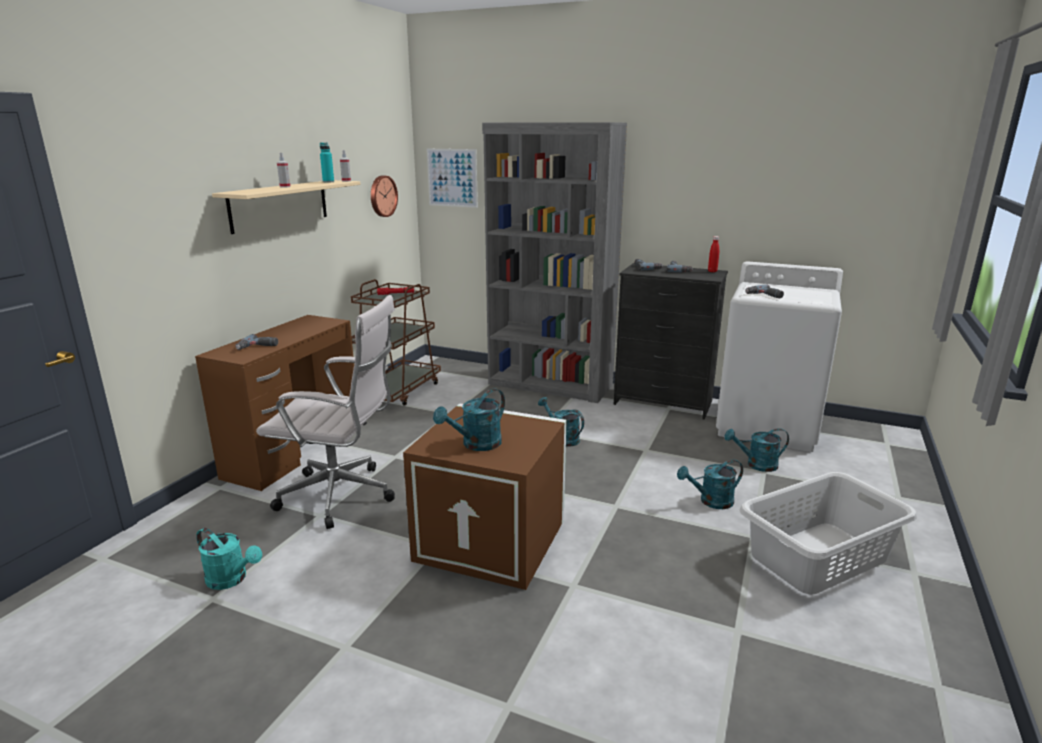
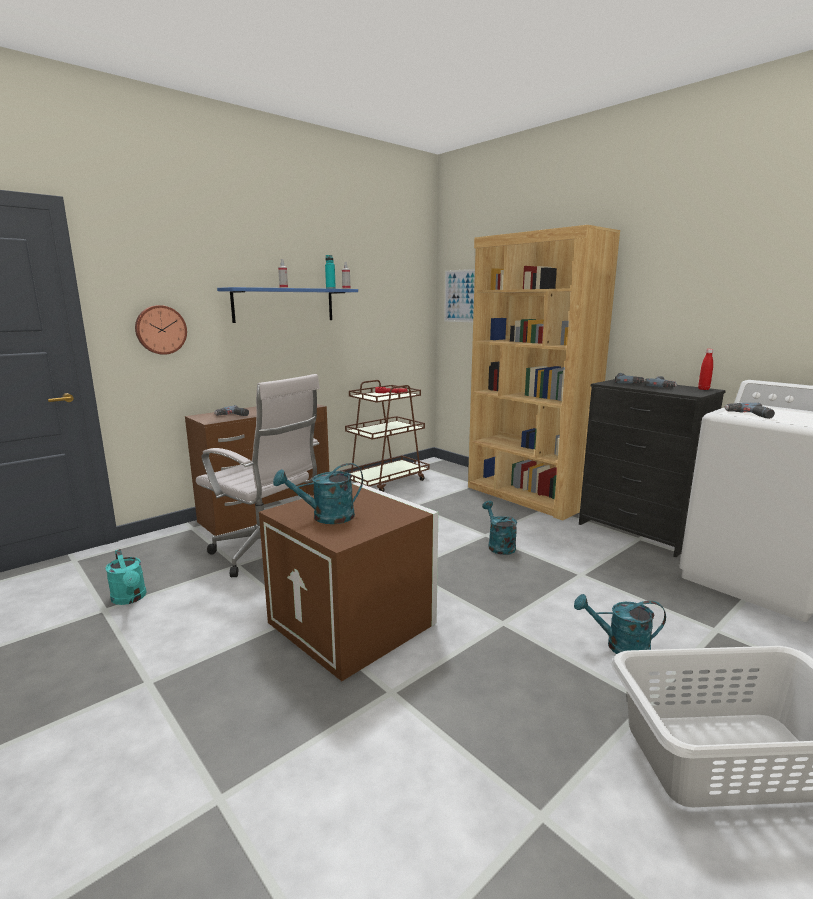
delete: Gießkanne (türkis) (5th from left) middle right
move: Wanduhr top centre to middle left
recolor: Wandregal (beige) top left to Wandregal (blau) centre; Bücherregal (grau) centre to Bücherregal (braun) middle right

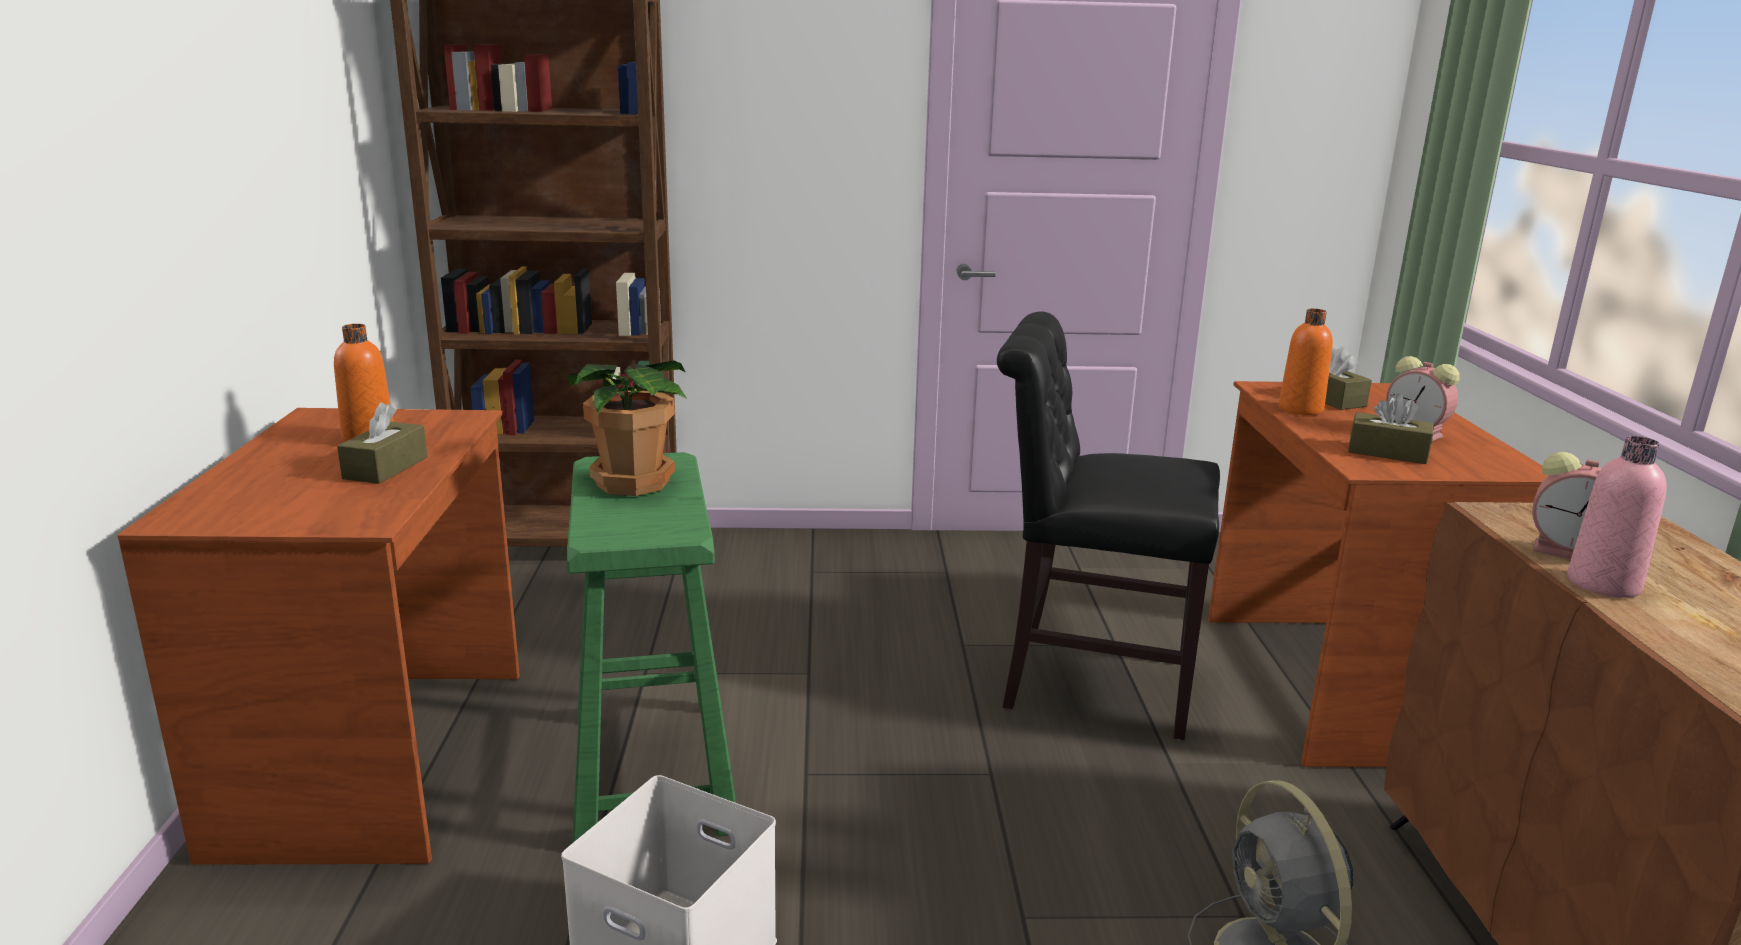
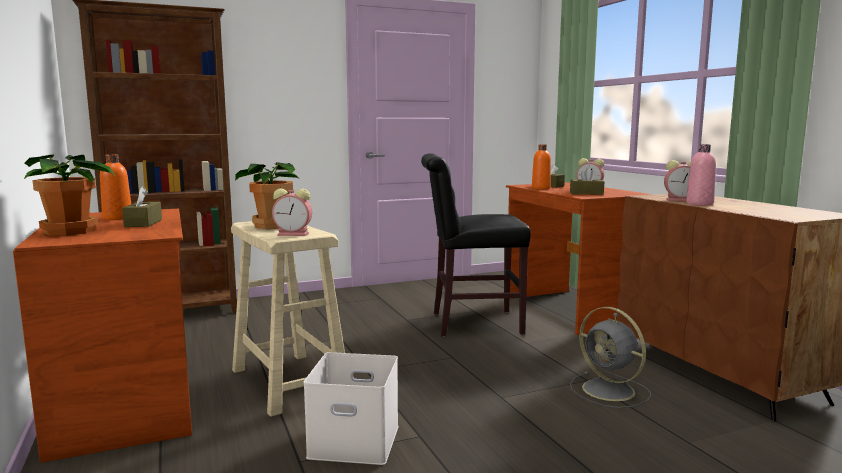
insert: Topfpflanze (1st from left) middle left; Wecker (1st from left) centre
recolor: Hocker (grün) bottom centre to Hocker (beige) bottom centre

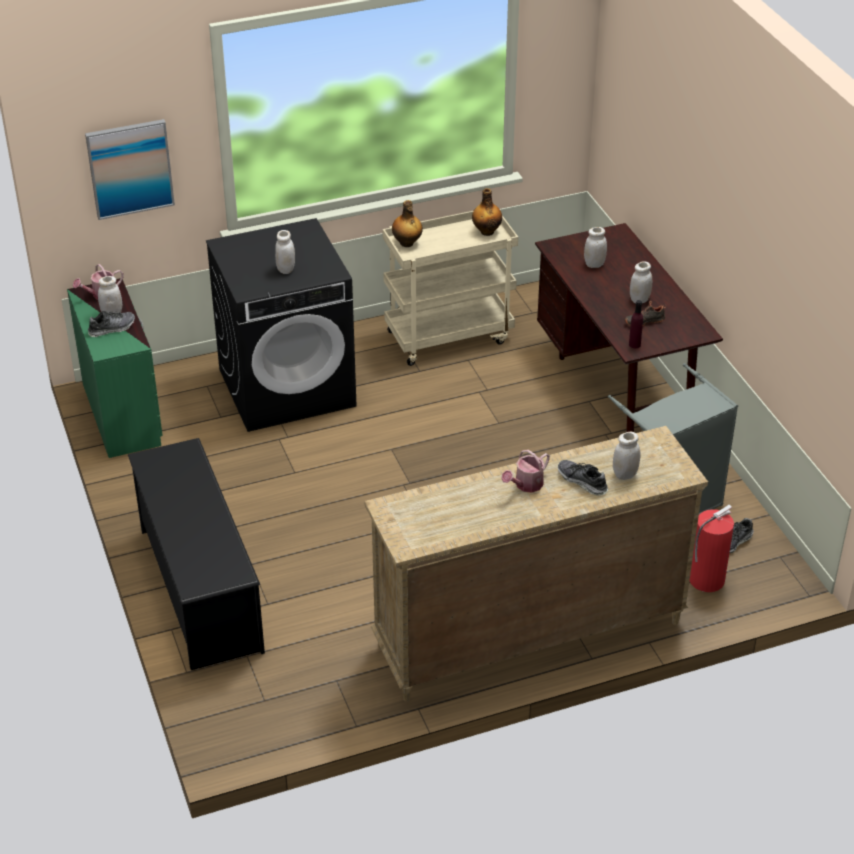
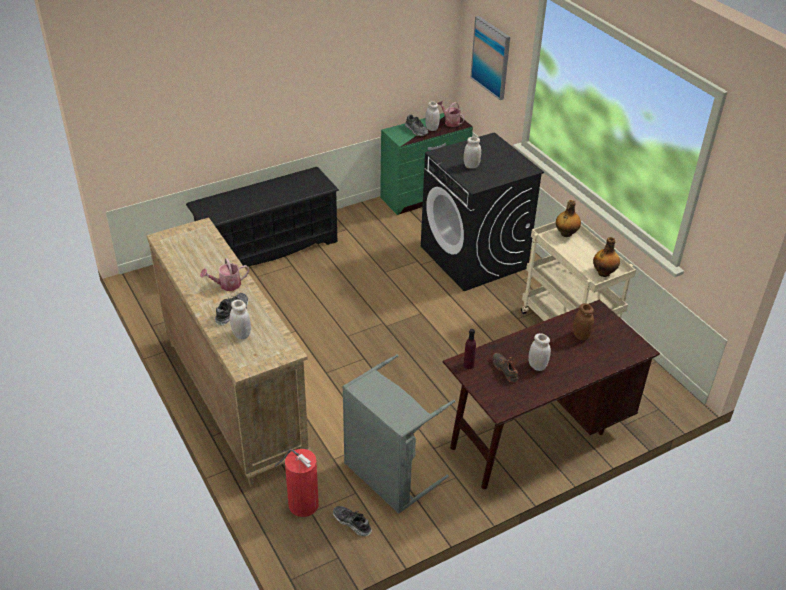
recolor: Vorratsglas (weiß) (3rd from left) top right to Vorratsglas (braun) middle right
rotate: Gießkanne (2nd from left in the first image) centre = middle left 60 degrees counterclockwise

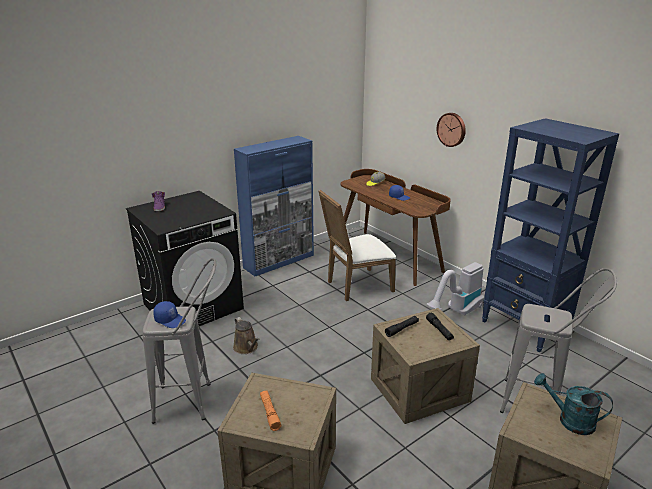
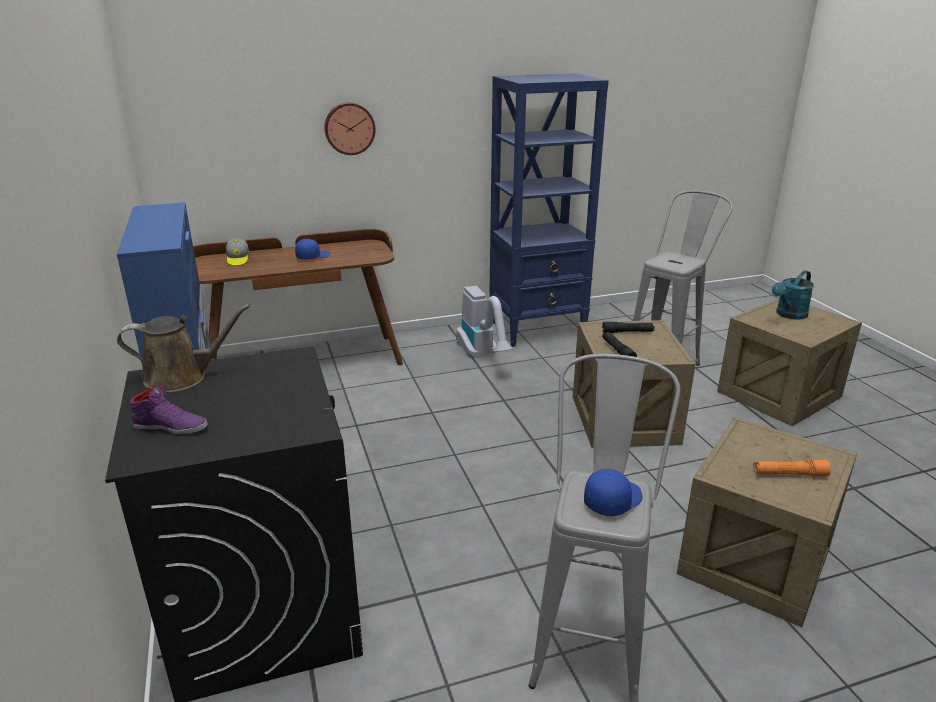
delete: Stuhl (weiß) centre
move: Gießkanne (braun) bottom centre to middle left

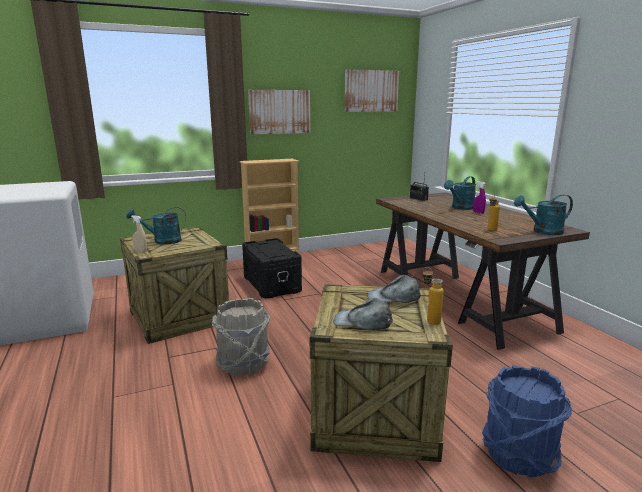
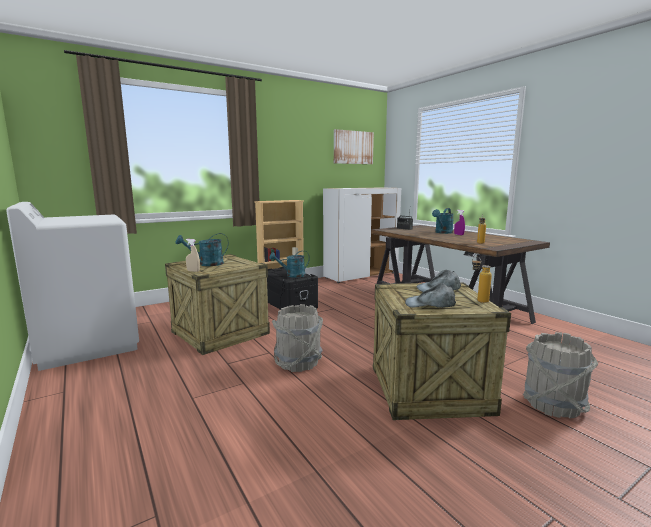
delete: Bild (1st from left) top centre
insert: Schrank (weiß) centre
move: Gießkanne (türkis) (3rd from left in the first image) middle right to Gießkanne (türkis) (2nd from left) centre
recolor: Eimer (blau) bottom right to Eimer (grau) (2nd from left) bottom right

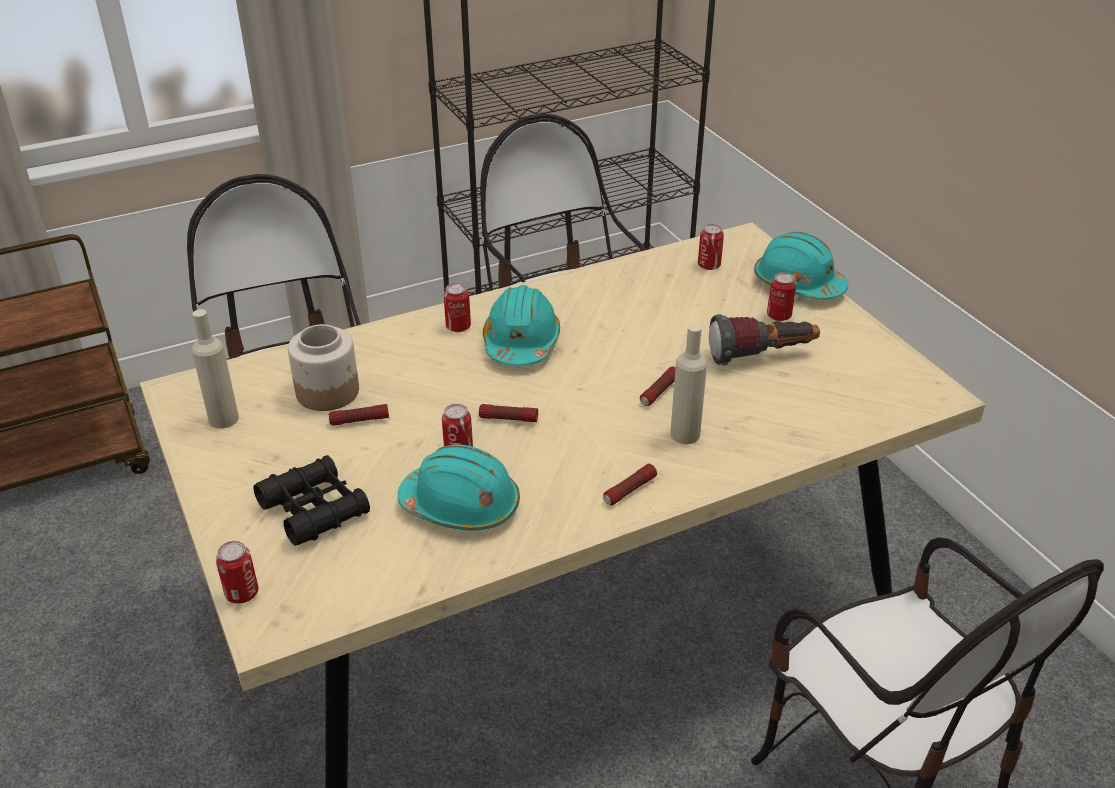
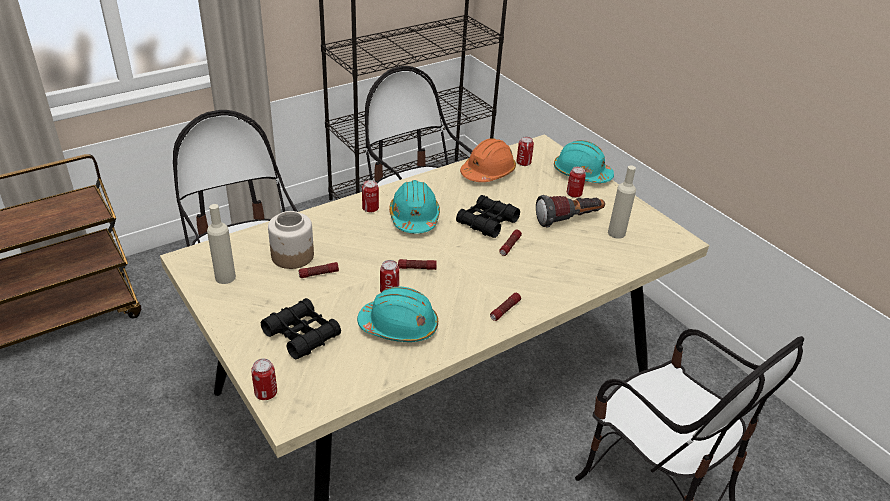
insert: Fernglas (schwarz) (2nd from left) centre; Schutzhelm (orange) top centre
move: Flasche (beige) (2nd from left) centre to middle right

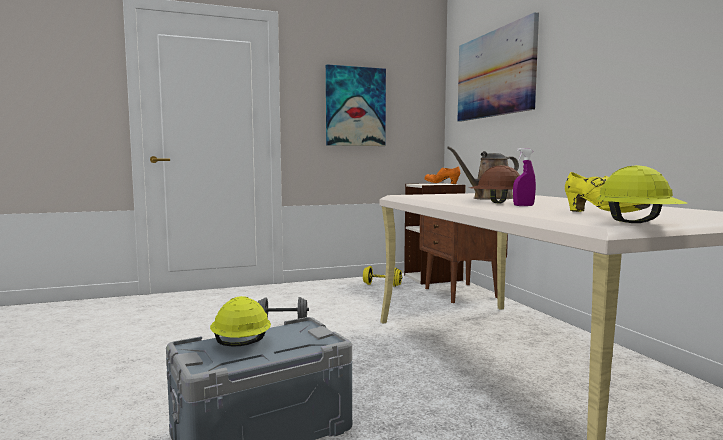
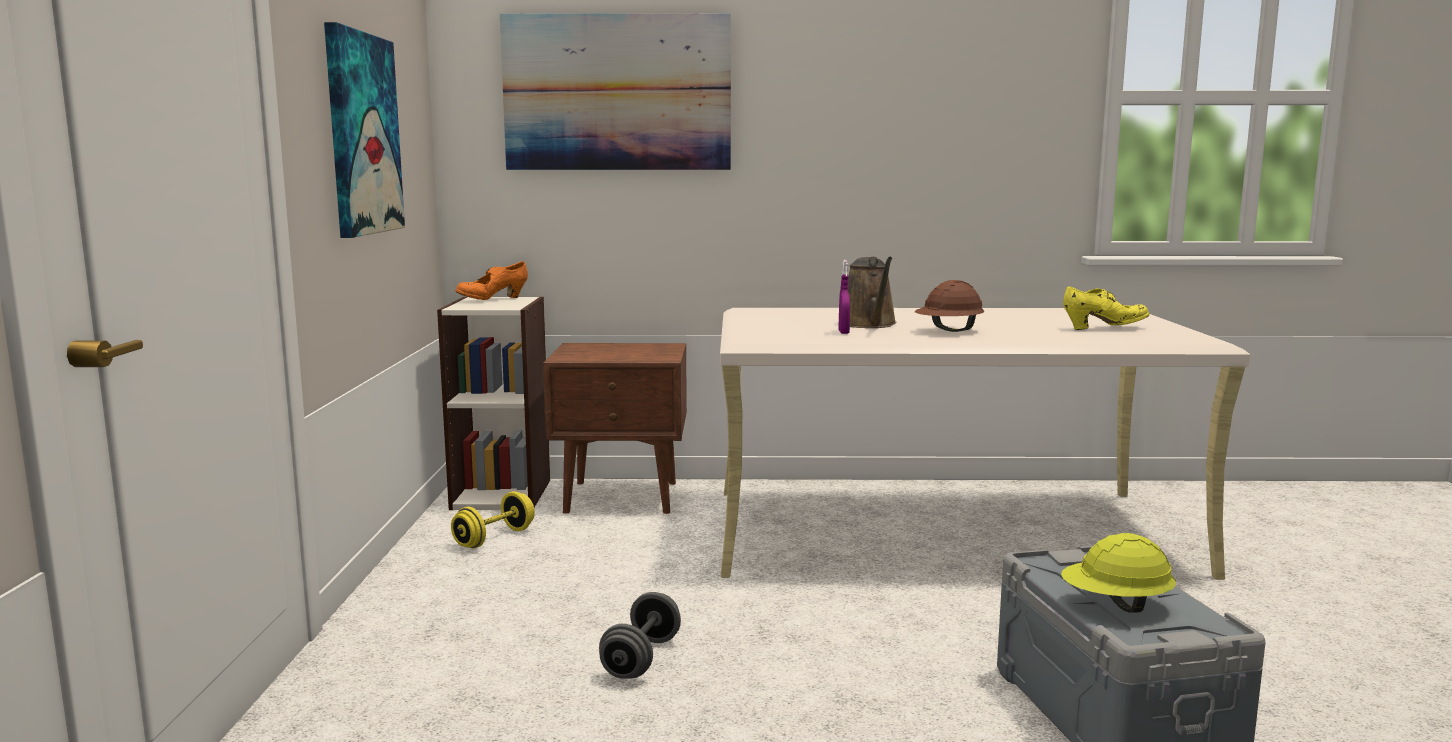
delete: Schutzhelm (gelb) (2nd from left) middle right
move: Sprühflasche (lila) middle right to centre

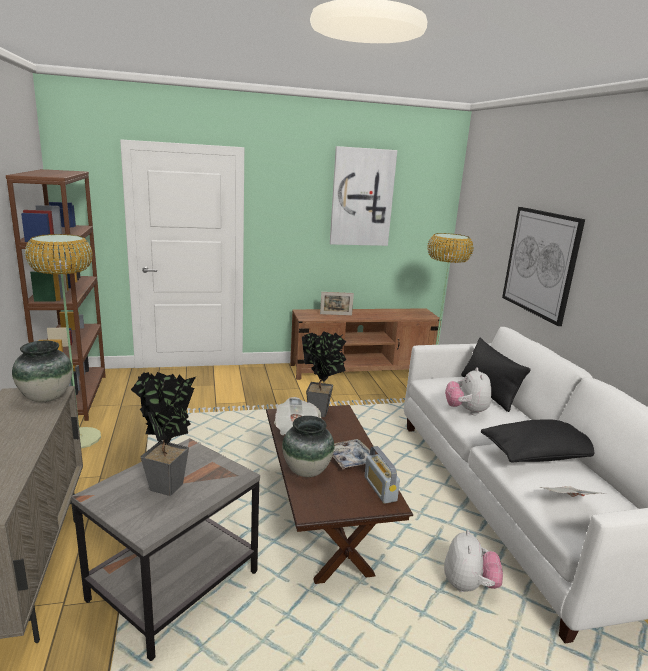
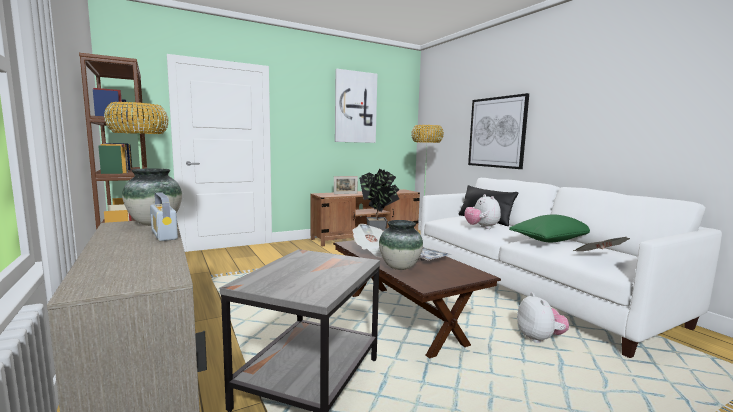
delete: Topfpflanze (1st from left) middle left
move: Radio bottom centre to middle left
recolor: Kissen (schwarz) (2nd from left) middle right to Kissen (grün) middle right

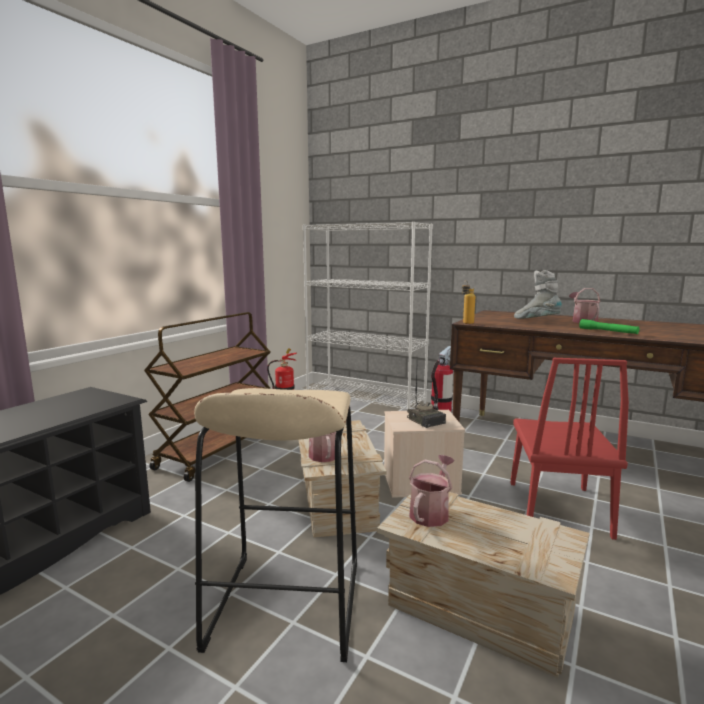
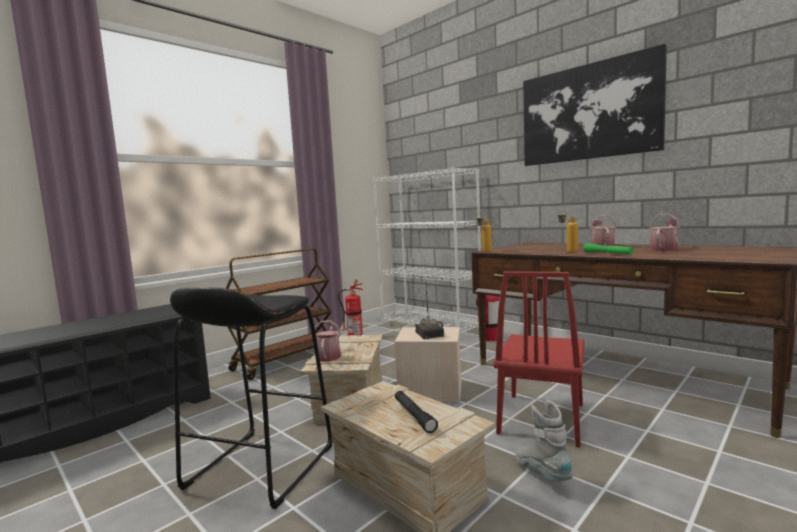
insert: Taschenlampe (schwarz) bottom centre; Bild top right; Flasche (2nd from left) middle right
move: Gießkanne (2nd from left in the first image) bottom centre to Gießkanne (3rd from left) middle right; Stiefel (grau) middle right to bottom right
recolor: Hocker (beige) bottom centre to Hocker (schwarz) bottom left

